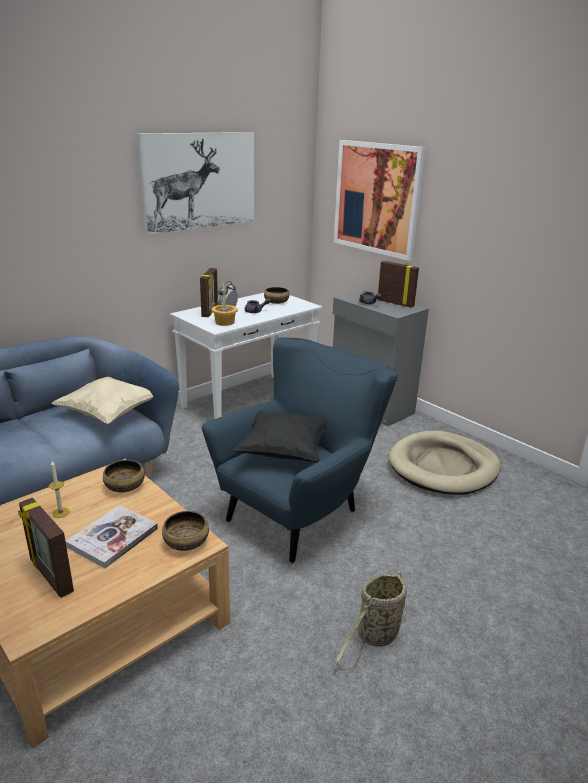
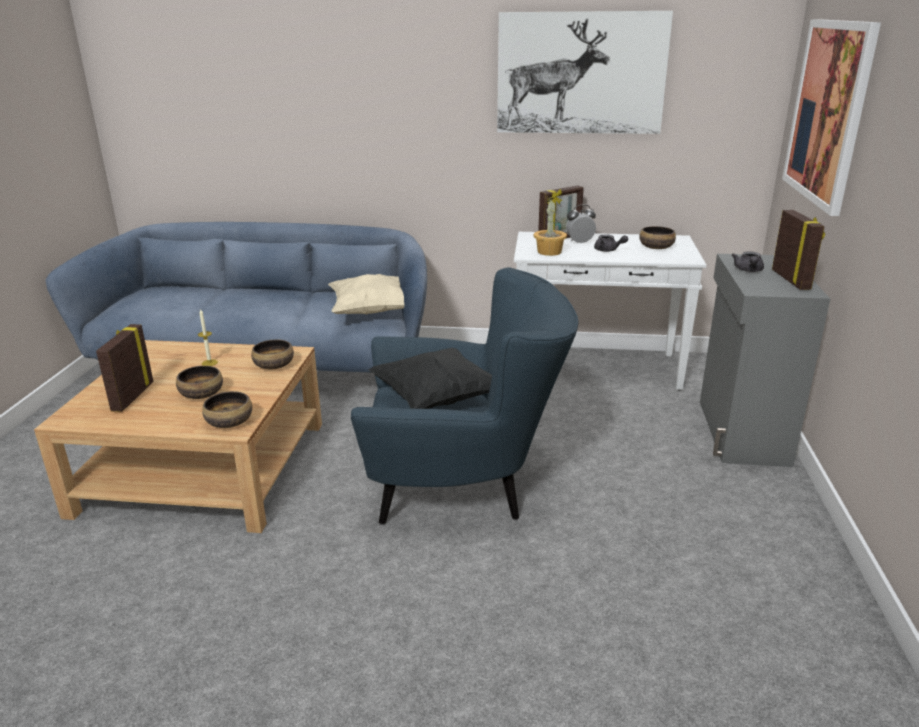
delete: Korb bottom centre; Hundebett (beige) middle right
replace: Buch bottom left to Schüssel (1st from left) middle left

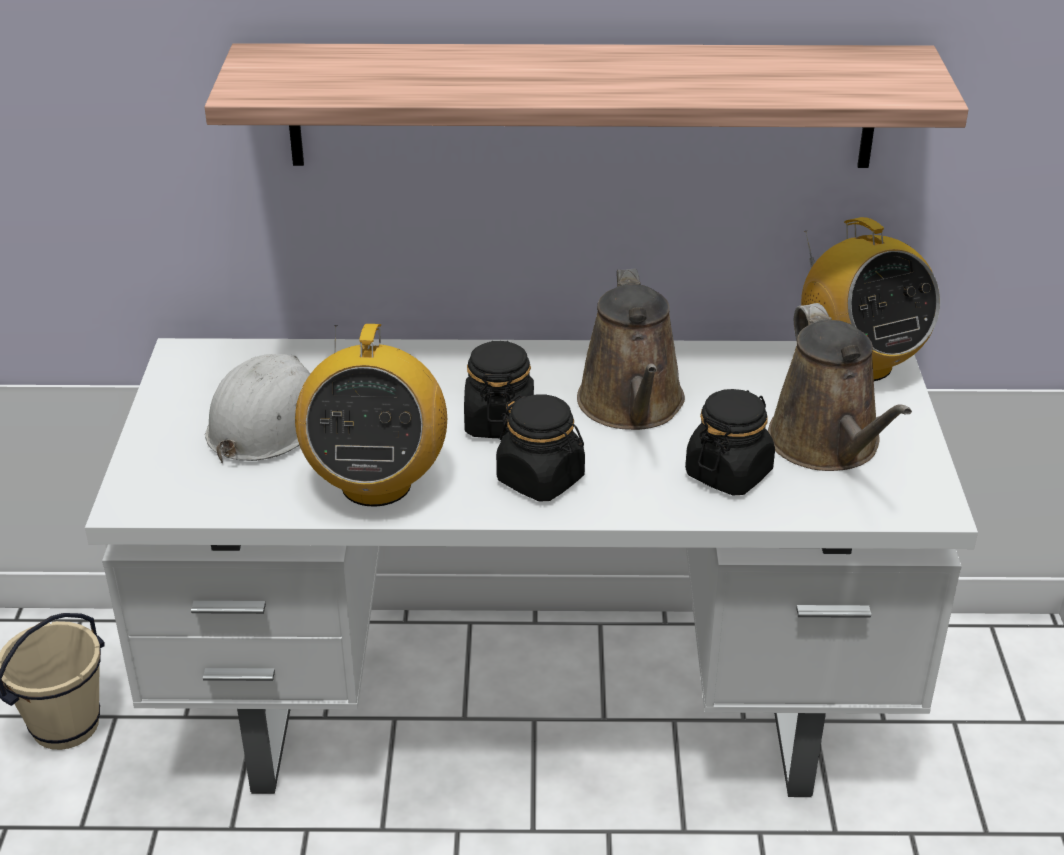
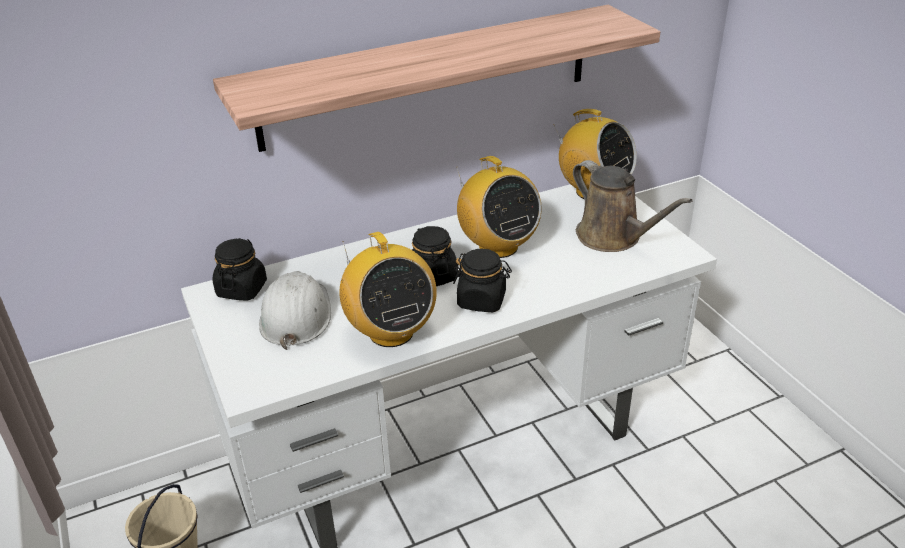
move: Vorratsglas (schwarz) (3rd from left in the first image) middle right to Vorratsglas (schwarz) (1st from left) middle left
replace: Gießkanne (braun) (1st from left) centre to Radio (2nd from left) centre

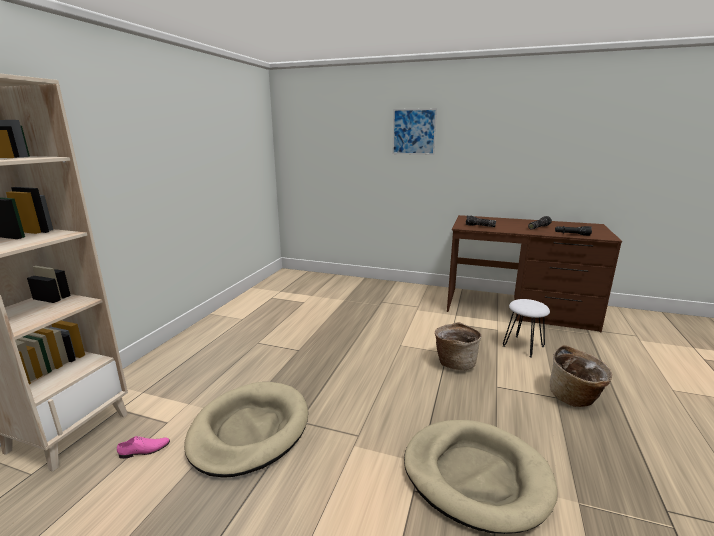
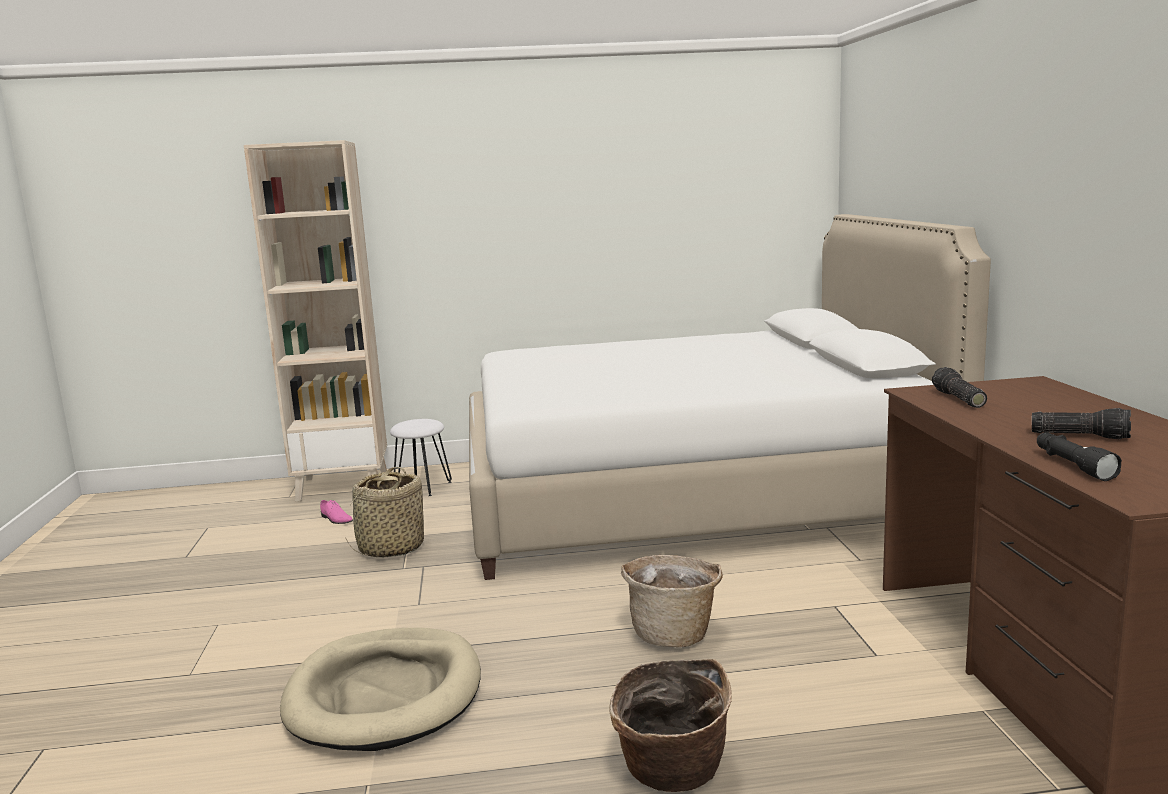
delete: Bild top centre
insert: Bett (weiß) centre
move: Hocker (weiß) middle right to centre
replace: Hundebett (beige) (1st from left) bottom centre to Korb (1st from left) middle left

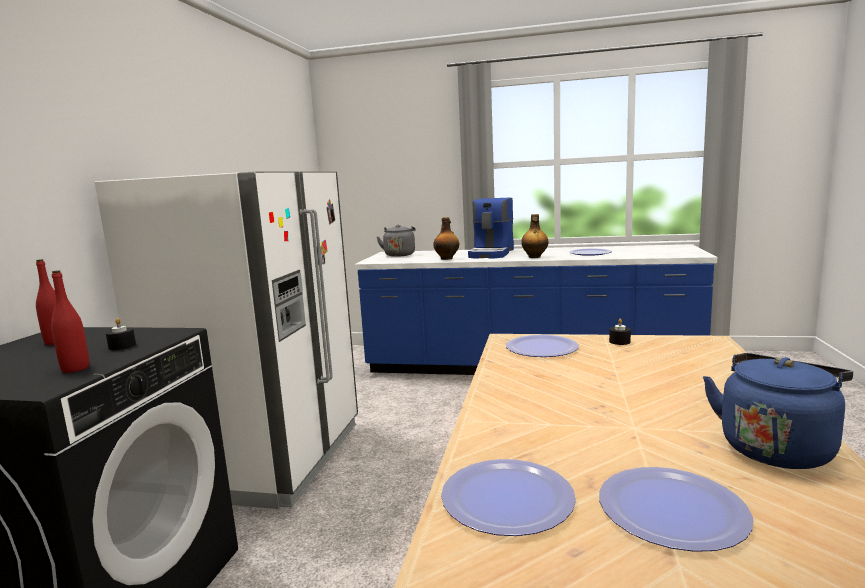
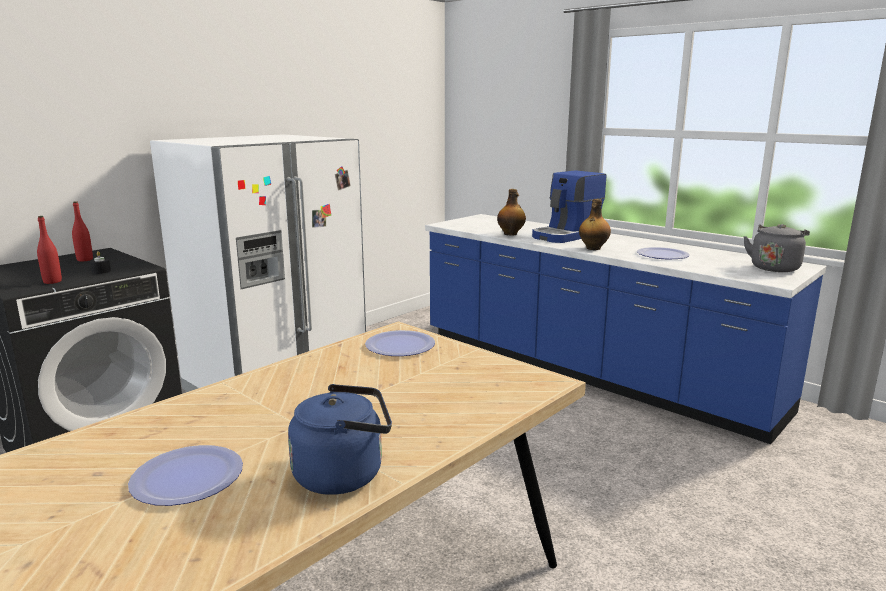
delete: Teller (1st from left) bottom centre; Kerze (schwarz) (2nd from left) middle right
move: Wasserkessel (grau) centre to middle right

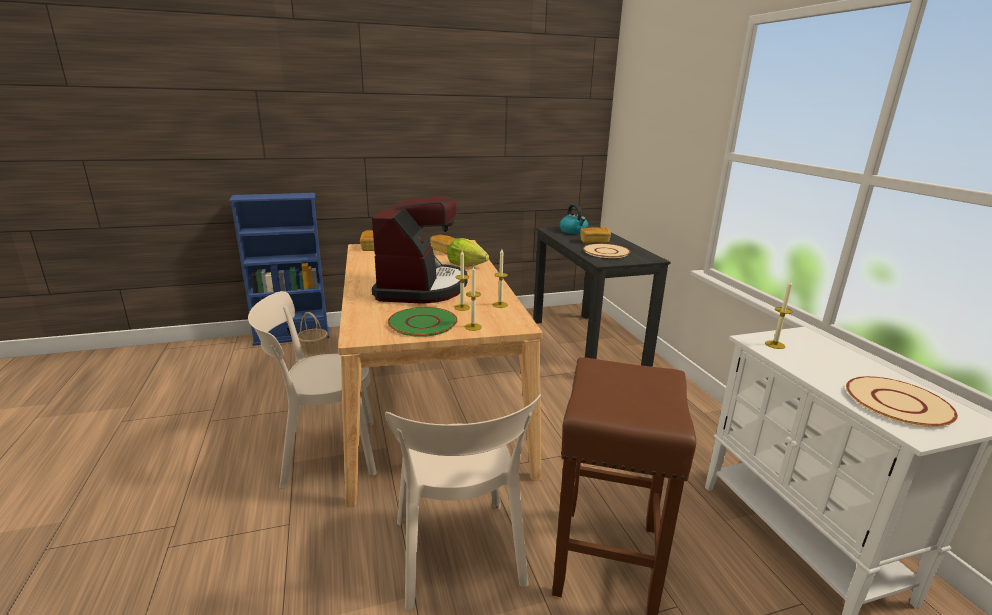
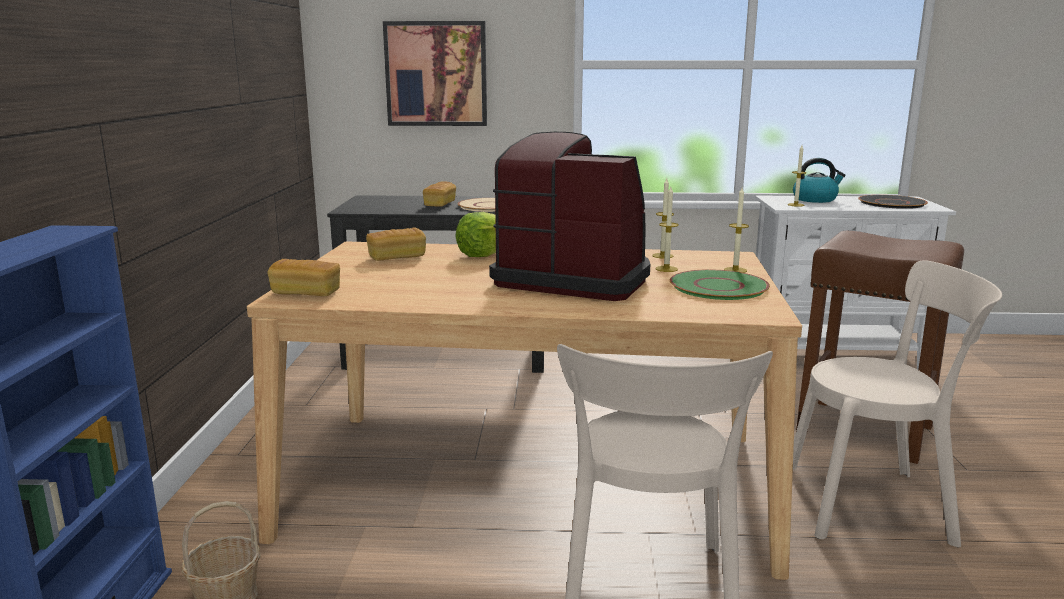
insert: Bild top centre
move: Wasserkessel centre to top right
recolor: Teller (beige) (2nd from left) middle right to Teller (schwarz) middle right

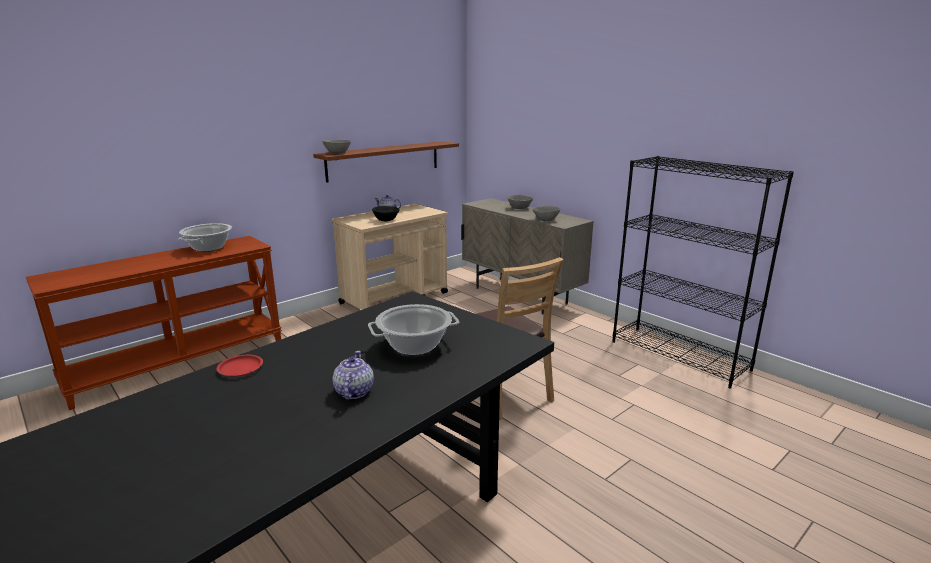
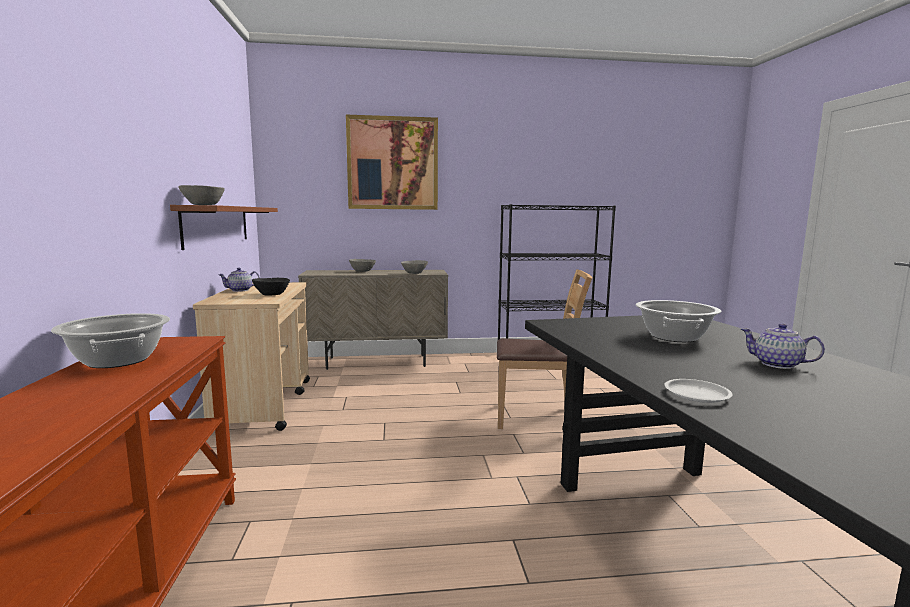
insert: Bild top centre
recolor: Teller (rot) middle left to Teller (weiß) middle right

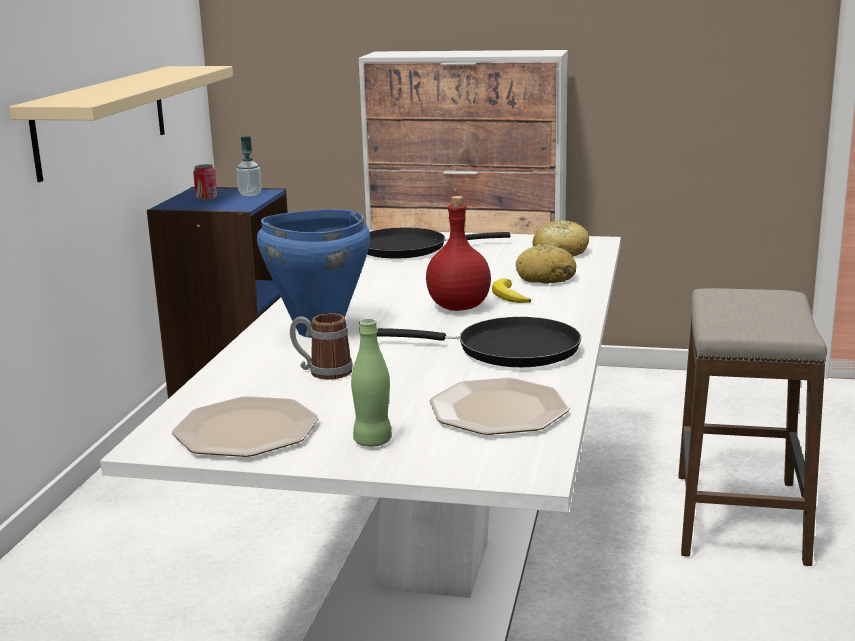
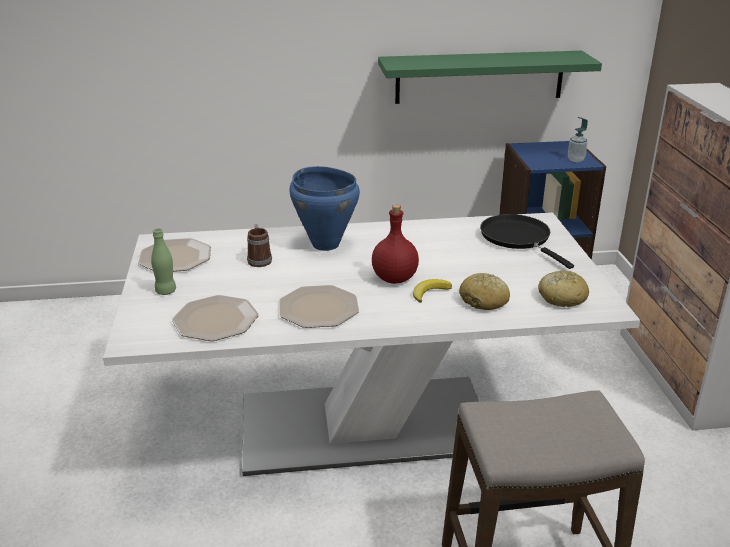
delete: Dose top left
replace: Pfanne (schwarz) (2nd from left) centre to Teller (3rd from left) centre
recolor: Wandregal (beige) top left to Wandregal (grün) top right

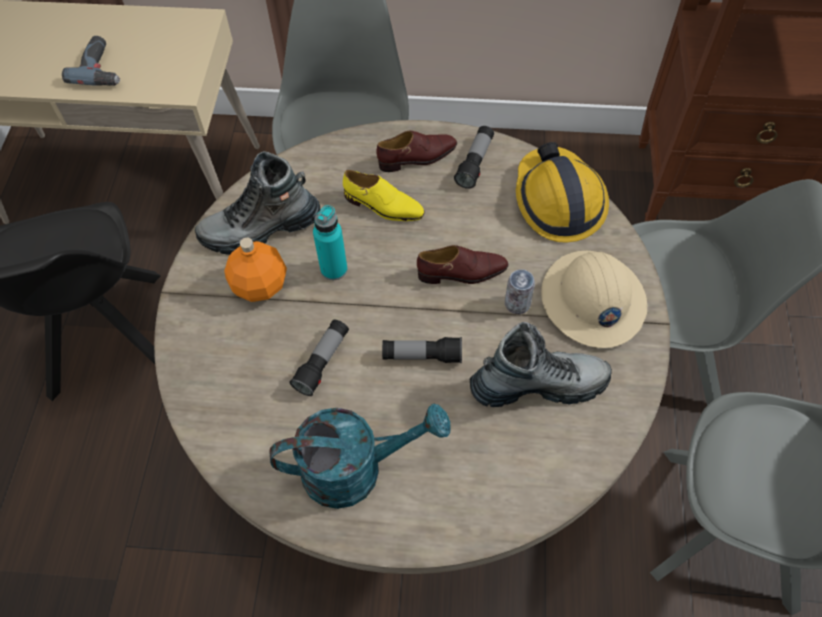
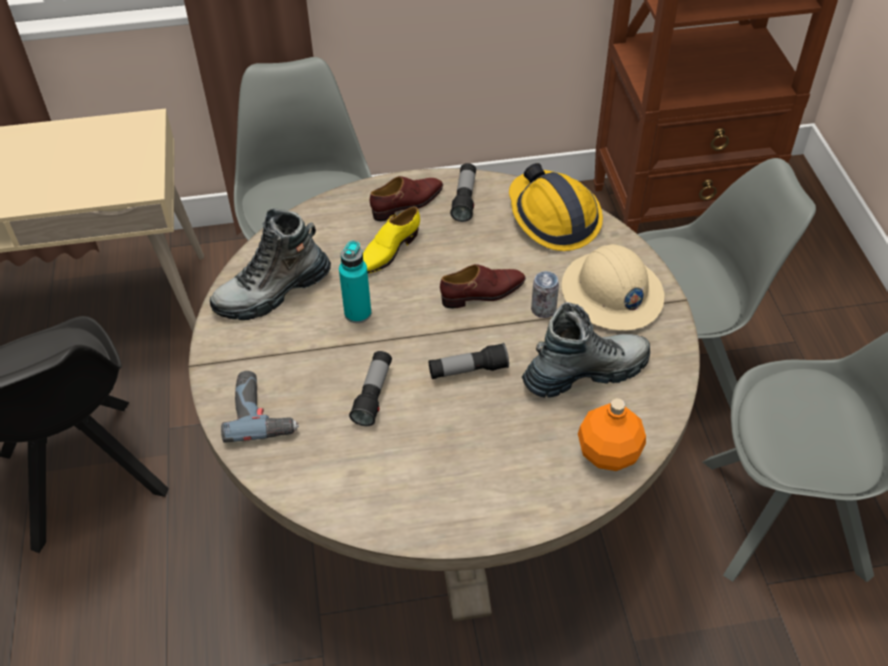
delete: Gießkanne (türkis) bottom centre
move: Bohrmaschine top left to middle left; Flasche (orange) middle left to middle right
rotate: Schuh (gelb) top centre = centre 120 degrees clockwise

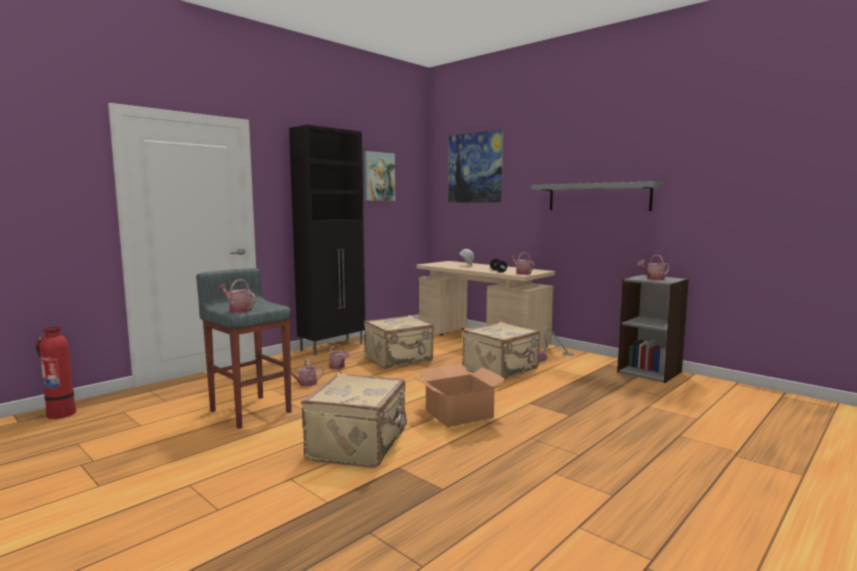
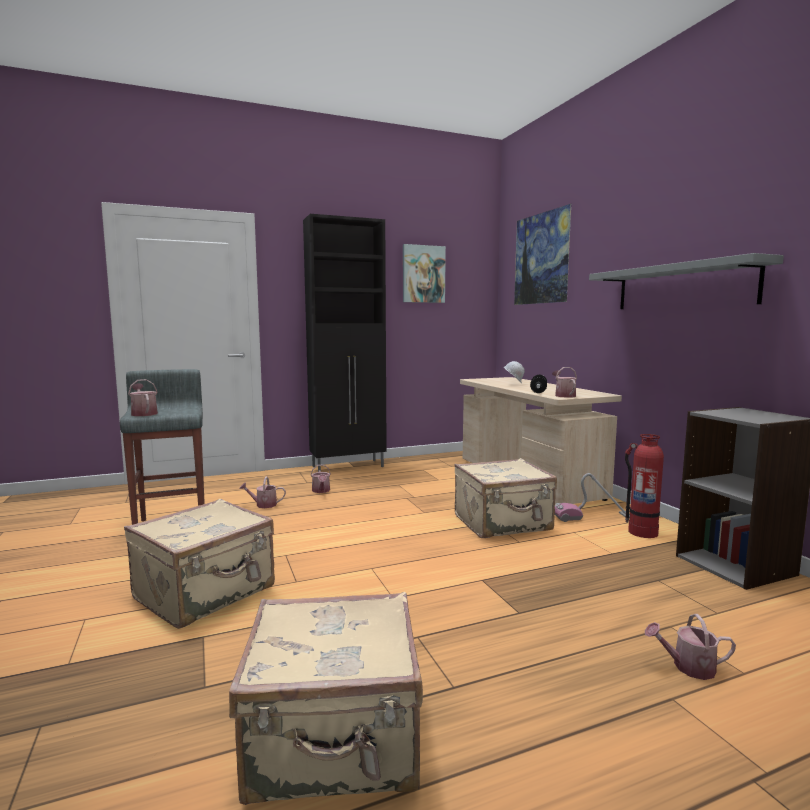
delete: Karton bottom centre
move: Feuerlöscher middle left to middle right; Koffer (beige) (2nd from left) centre to bottom centre; Gießkanne (5th from left) middle right to bottom right

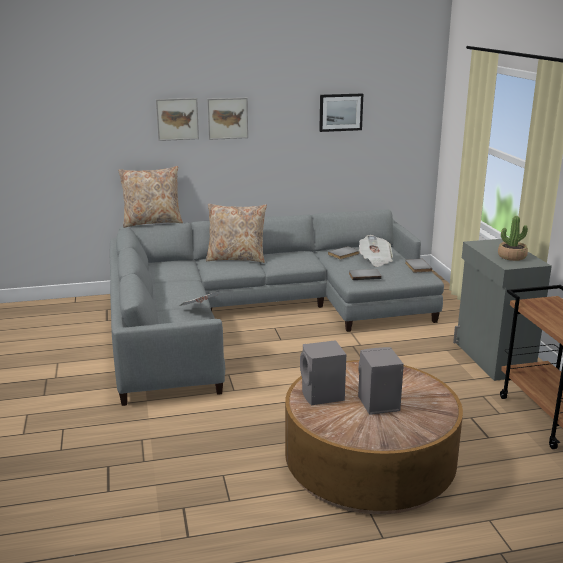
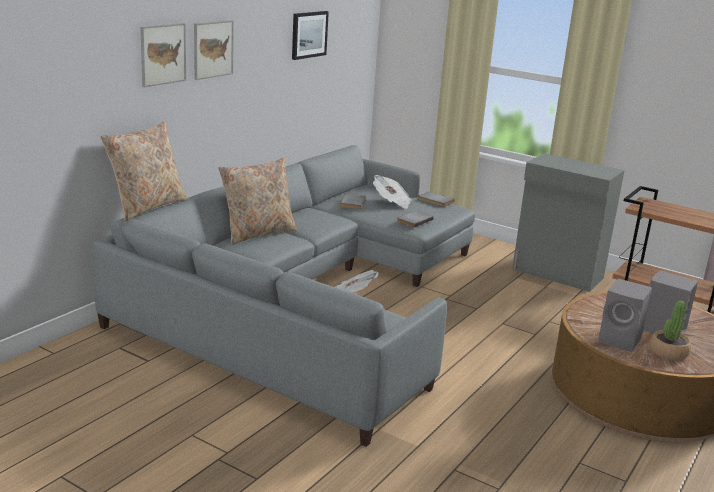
move: Topfpflanze middle right to bottom right

